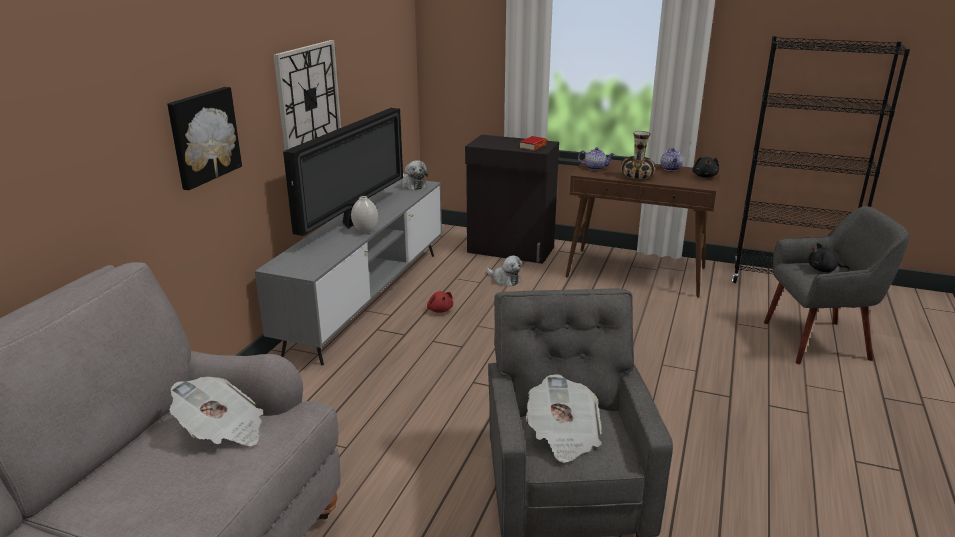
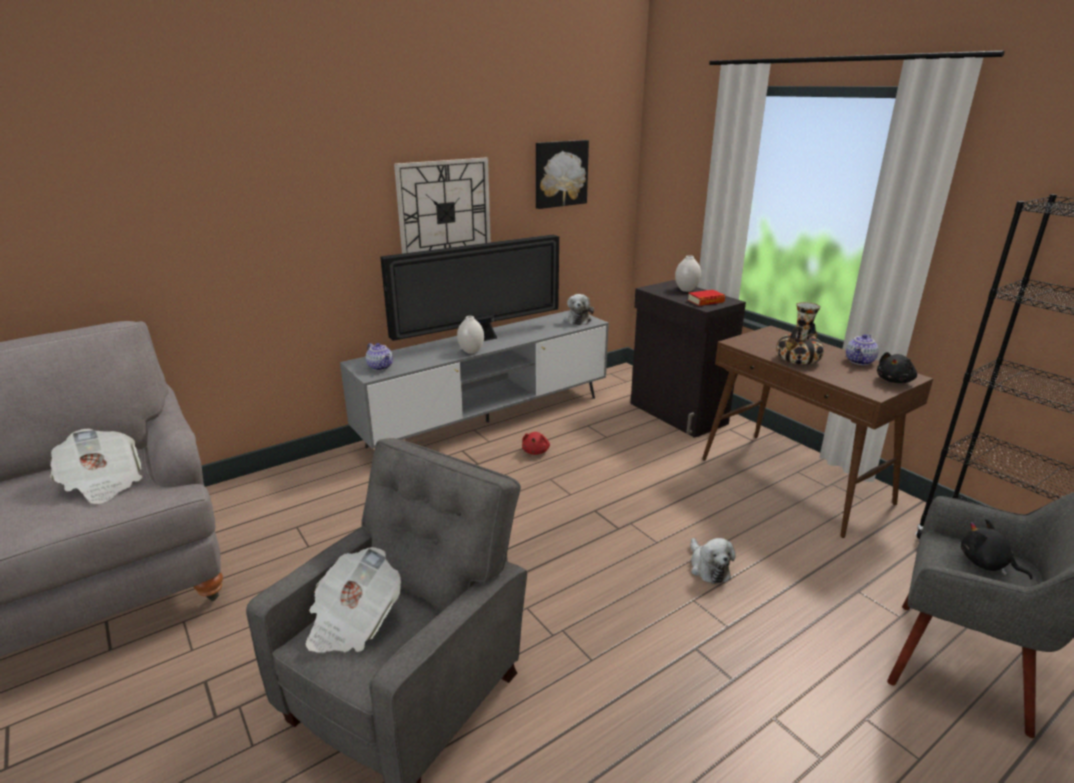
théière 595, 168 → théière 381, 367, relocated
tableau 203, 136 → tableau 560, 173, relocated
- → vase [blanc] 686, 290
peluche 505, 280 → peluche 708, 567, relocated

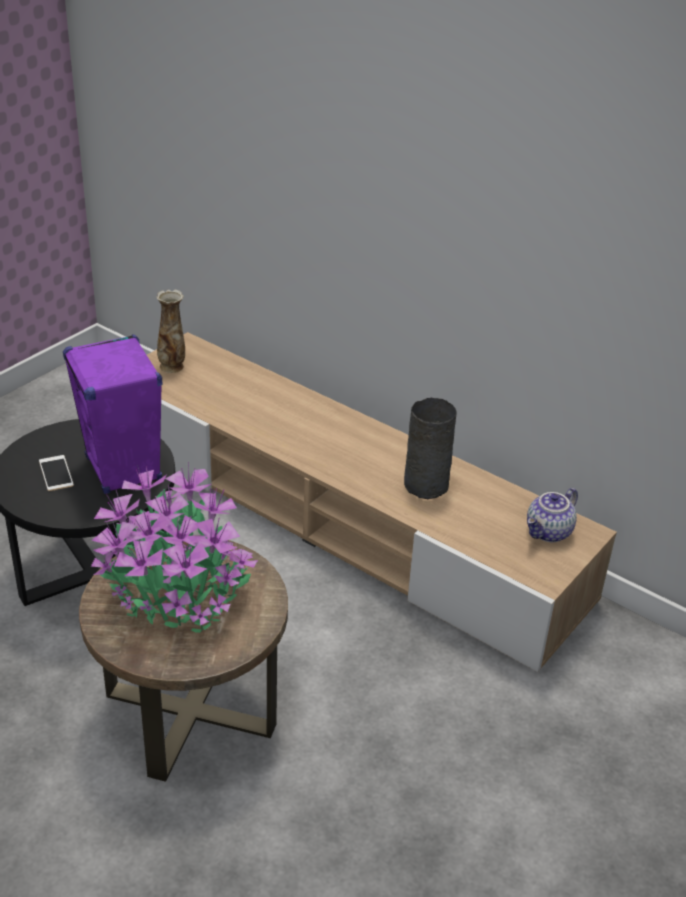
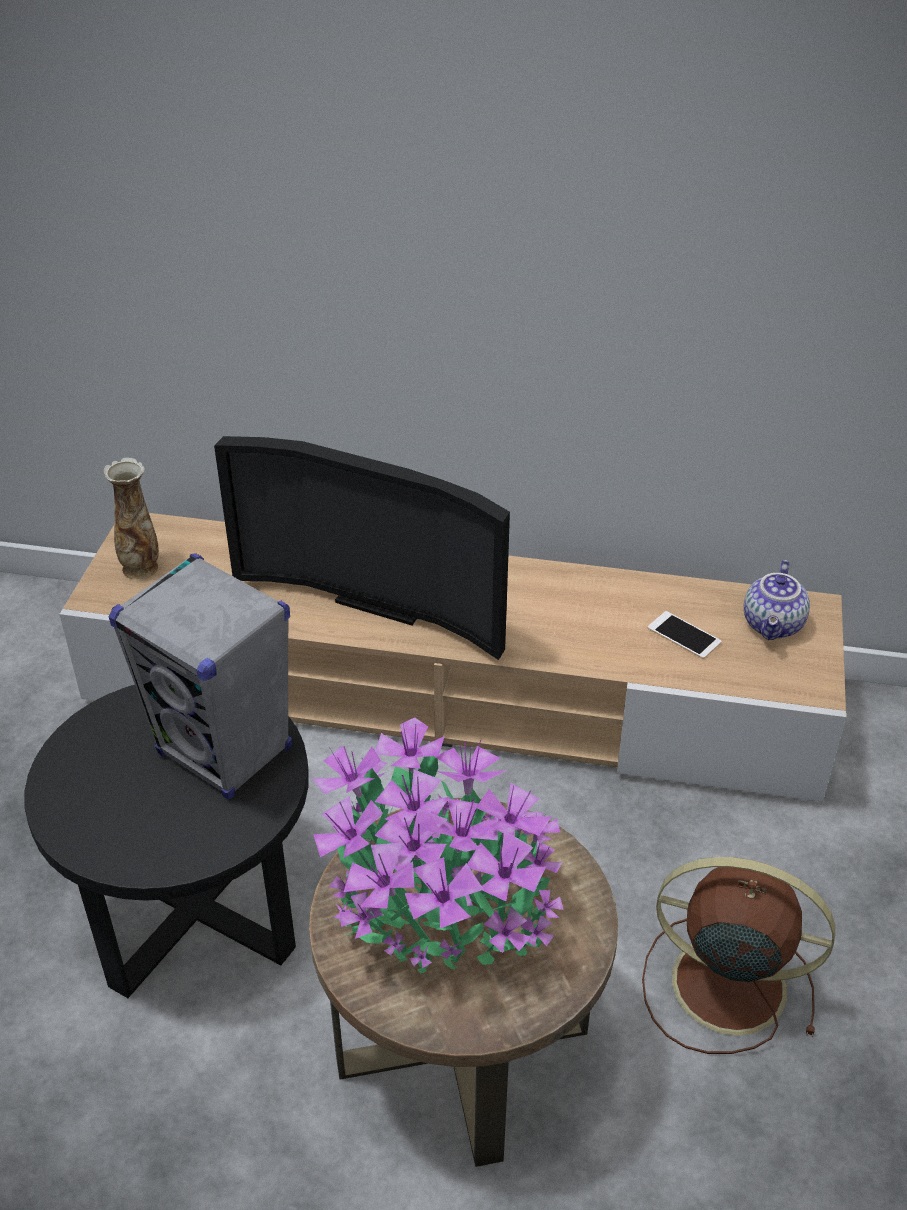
enceinte [violet] 123, 470 → enceinte [gris] 225, 752
- → téléviseur 382, 598
- → ventilateur [marron] 723, 983
téléphone 56, 473 → téléphone 684, 635, relocated
vase [gris] 427, 484 → -

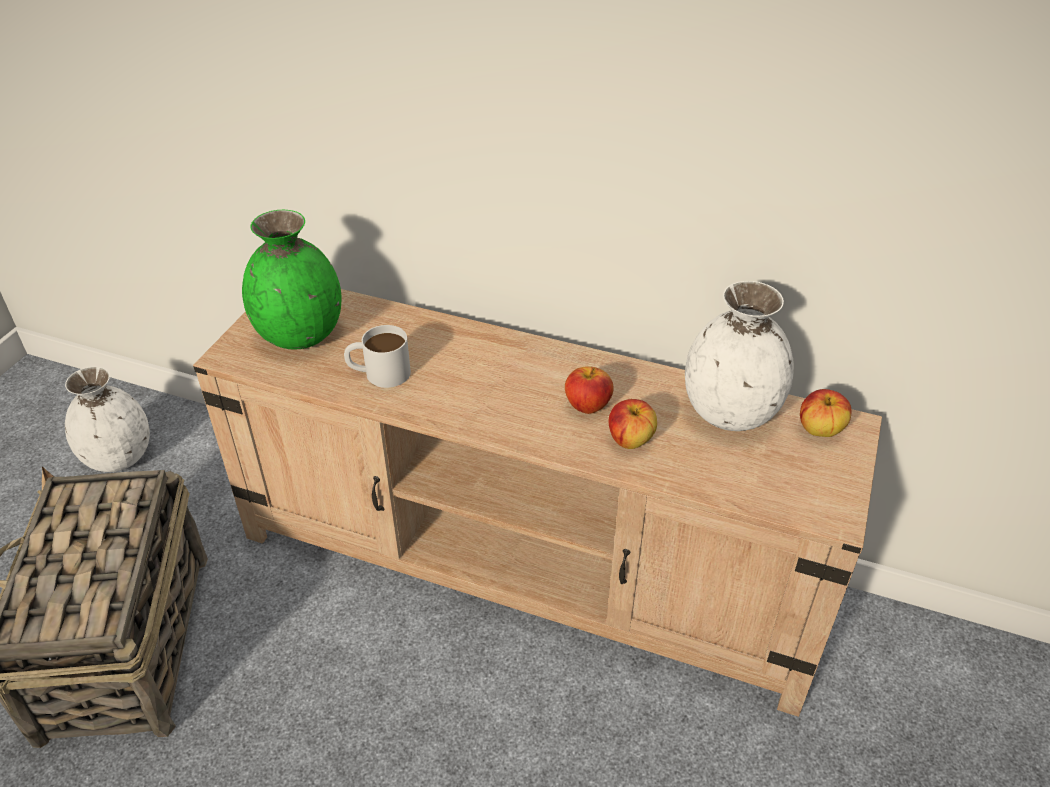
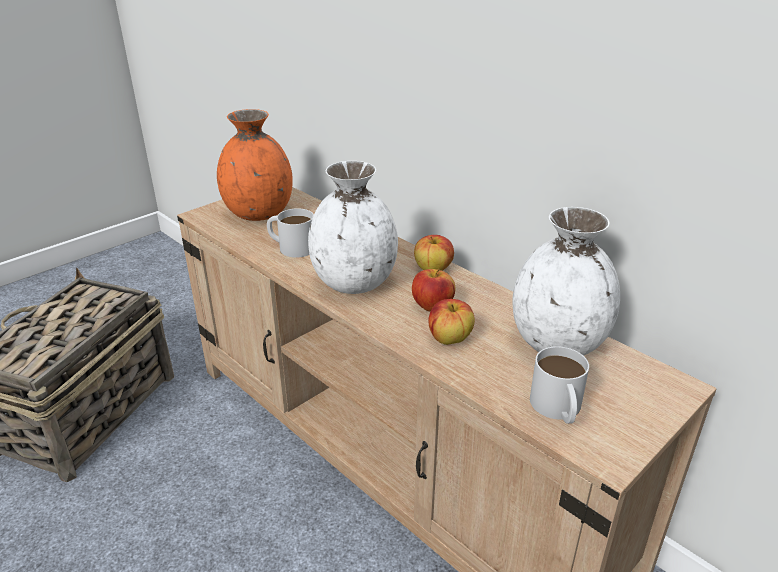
vase [vert] 300, 334 → vase [orange] 259, 213
vase [blanc] 120, 457 → vase [blanc] 355, 283, relocated
pomme 820, 429 → pomme 433, 269, relocated
- → mug [blanc] 558, 409

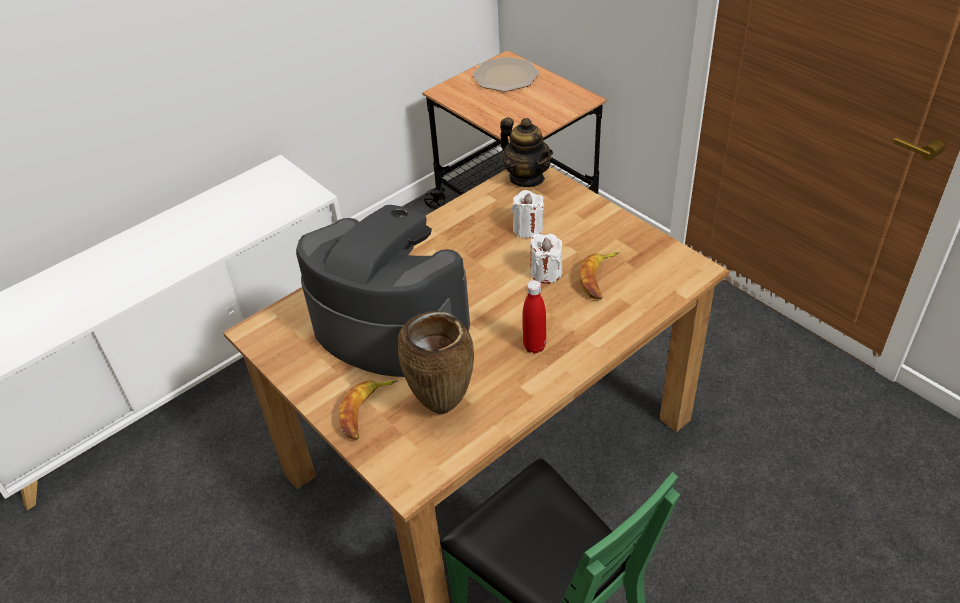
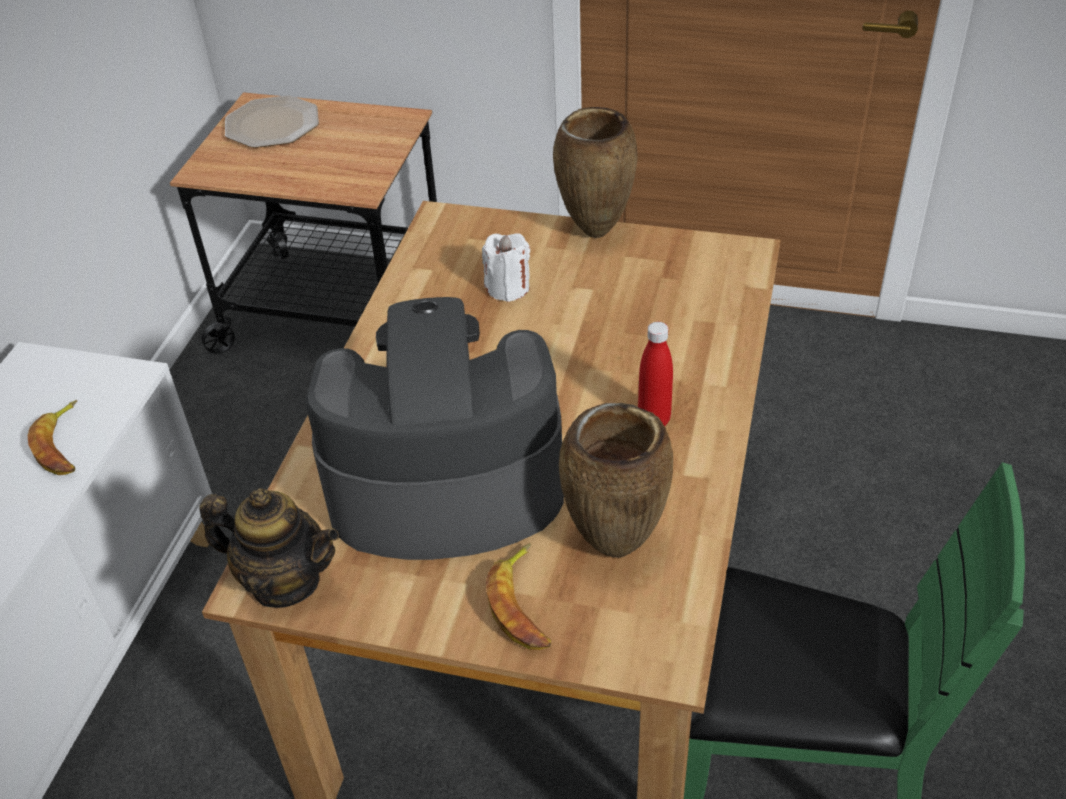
banane 599, 278 → banane 62, 445, relocated
théière 527, 178 → théière 285, 581, relocated
- → vase [marron] 594, 232
bougie [blanc] 546, 273 → -

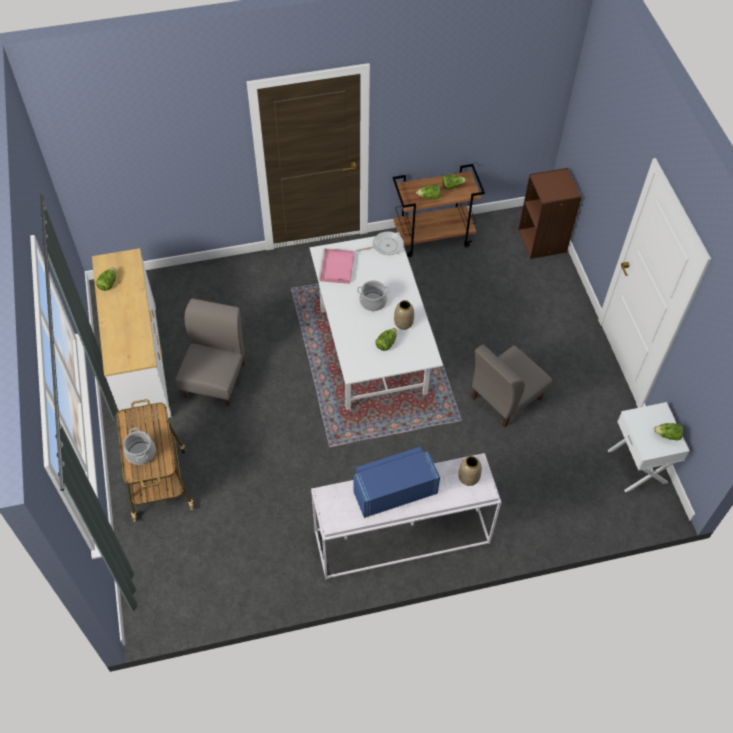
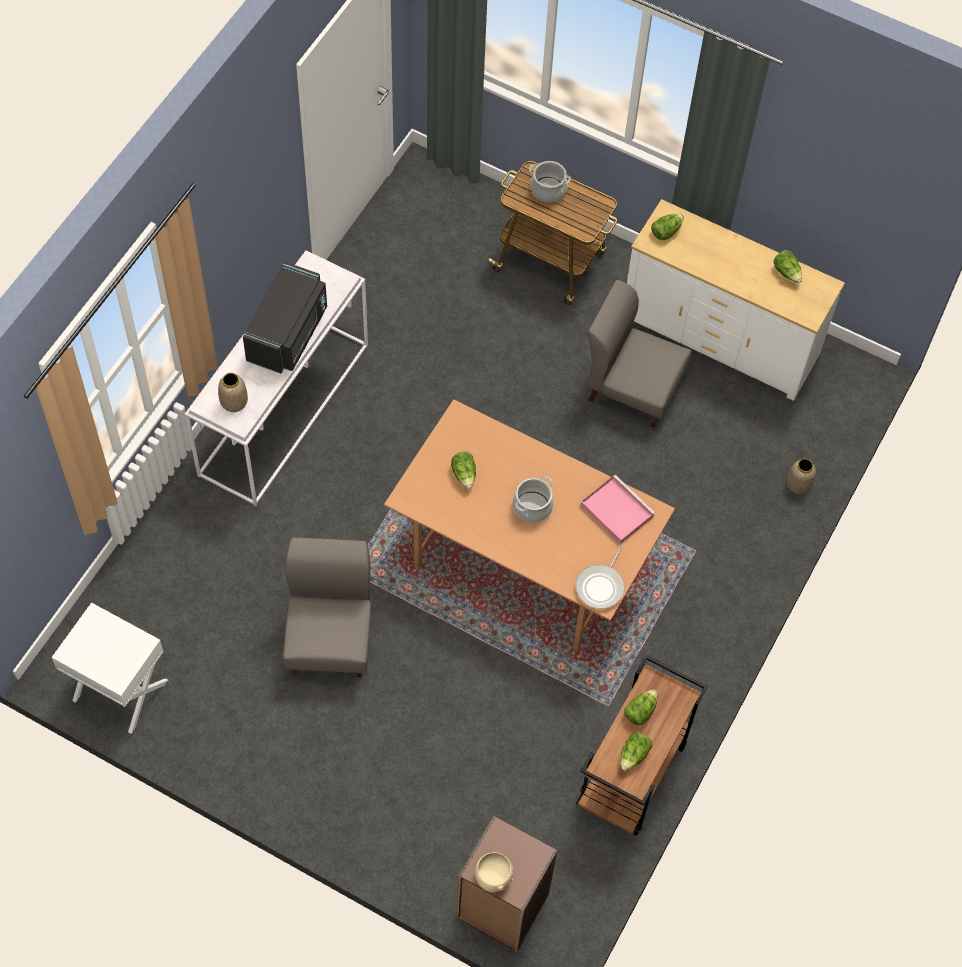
micro-ondes [bleu] 394, 490 → micro-ondes [noir] 289, 333
table à manger [blanc] 371, 351 → table à manger [marron] 525, 561
- → bol [beige] 493, 876
chaise [gris] 215, 379 → chaise [gris] 632, 388, 150 degrees clockwise
laitue 667, 435 → laitue 666, 231, relocated
vase 403, 323 → vase 798, 485, relocated

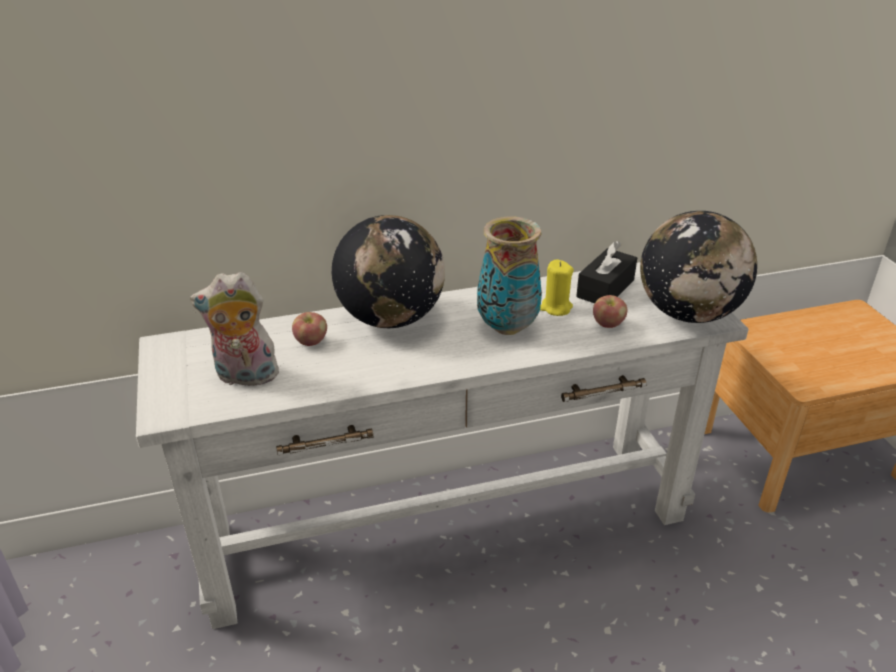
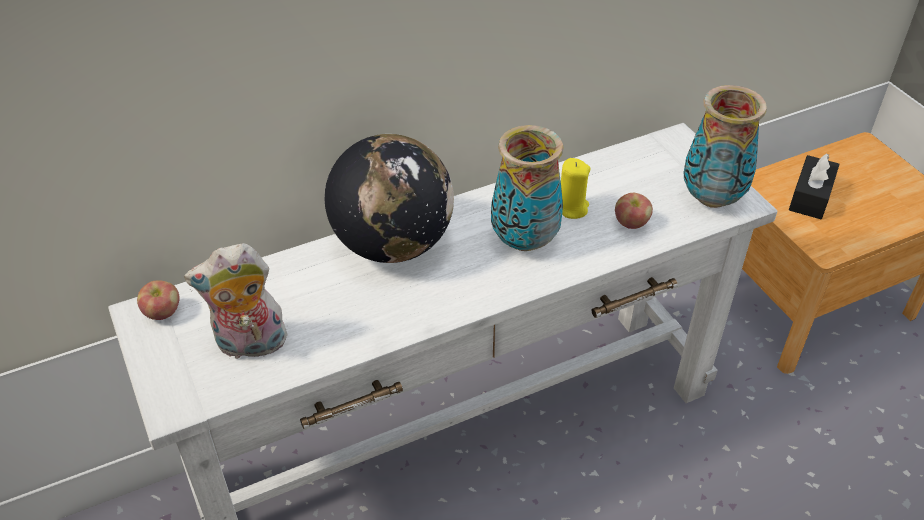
pomme 311, 342 → pomme 162, 313, relocated
globe 688, 314 → vase 712, 199
boîte à mouchoirs [noir] 605, 289 → boîte à mouchoirs [noir] 810, 197, relocated

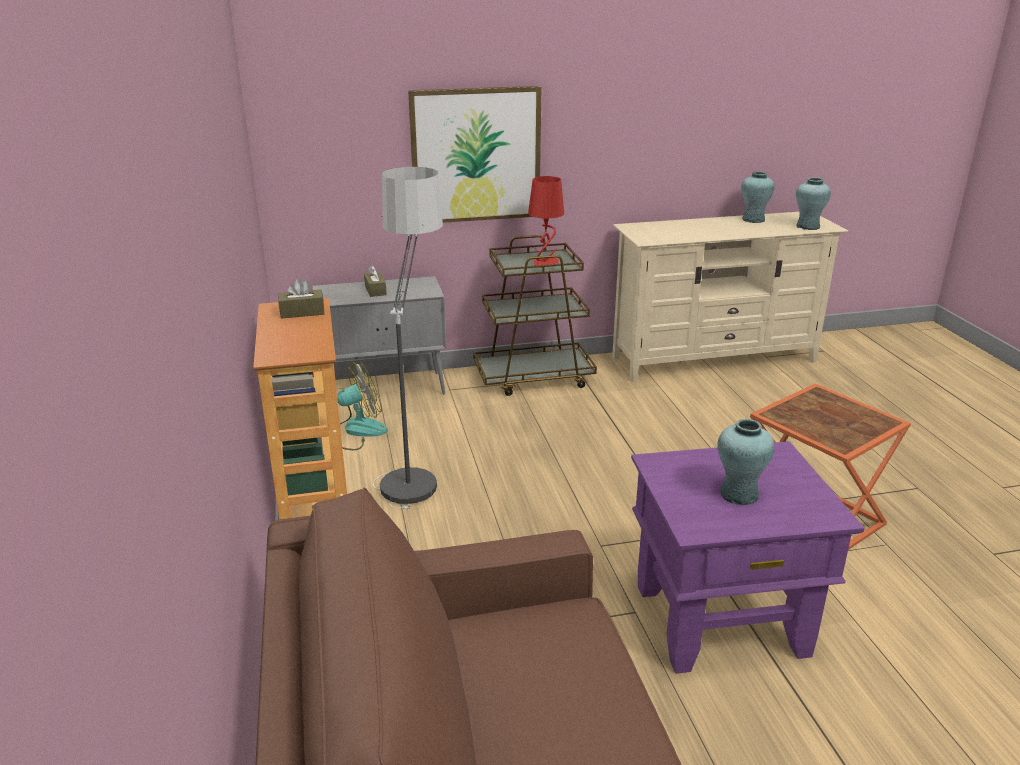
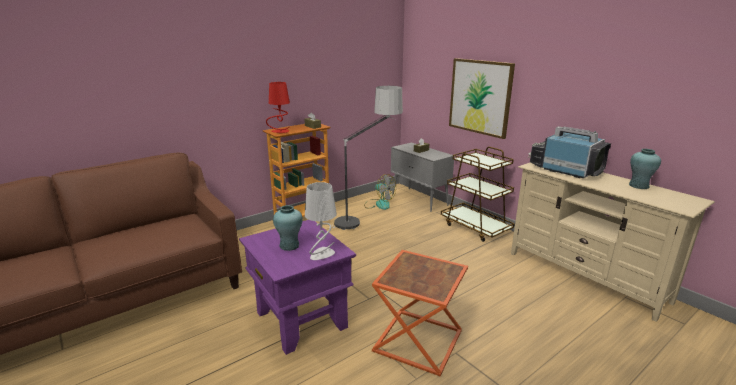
lampe de table [rouge] 545, 263 → lampe de table [rouge] 280, 132, relocated
- → lampe de table [gris] 322, 255
- → téléviseur 565, 170
vase [turquoise] 808, 226 → -

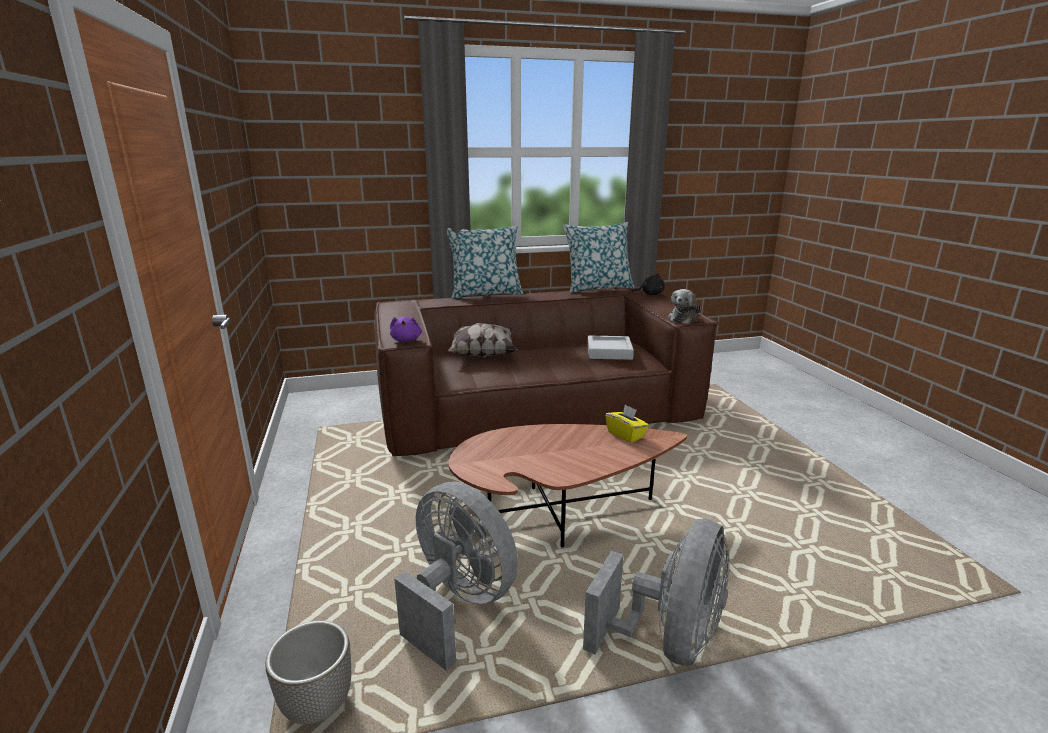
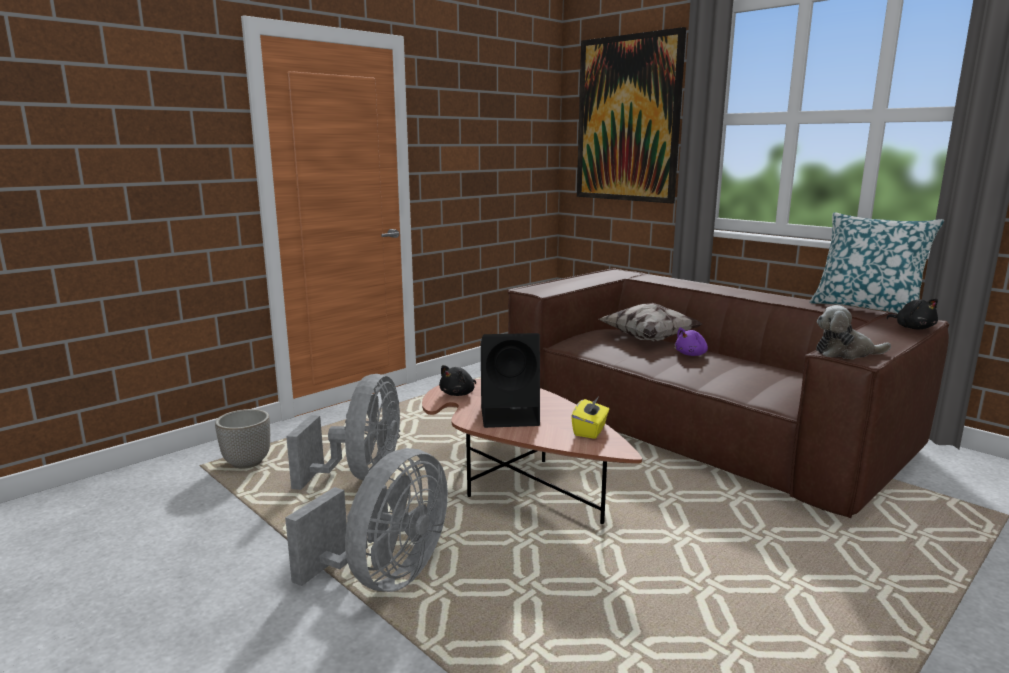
ventilateur [gris] 668, 640 → ventilateur [gris] 385, 576, 60 degrees counterclockwise
- → peluche [noir] 458, 394
- → enceinte [noir] 511, 415
- → tableau 627, 119
peluche [violet] 406, 340 → peluche [violet] 692, 354, relocated
coussin 485, 294 → -
plateau [gris] 609, 352 → -

